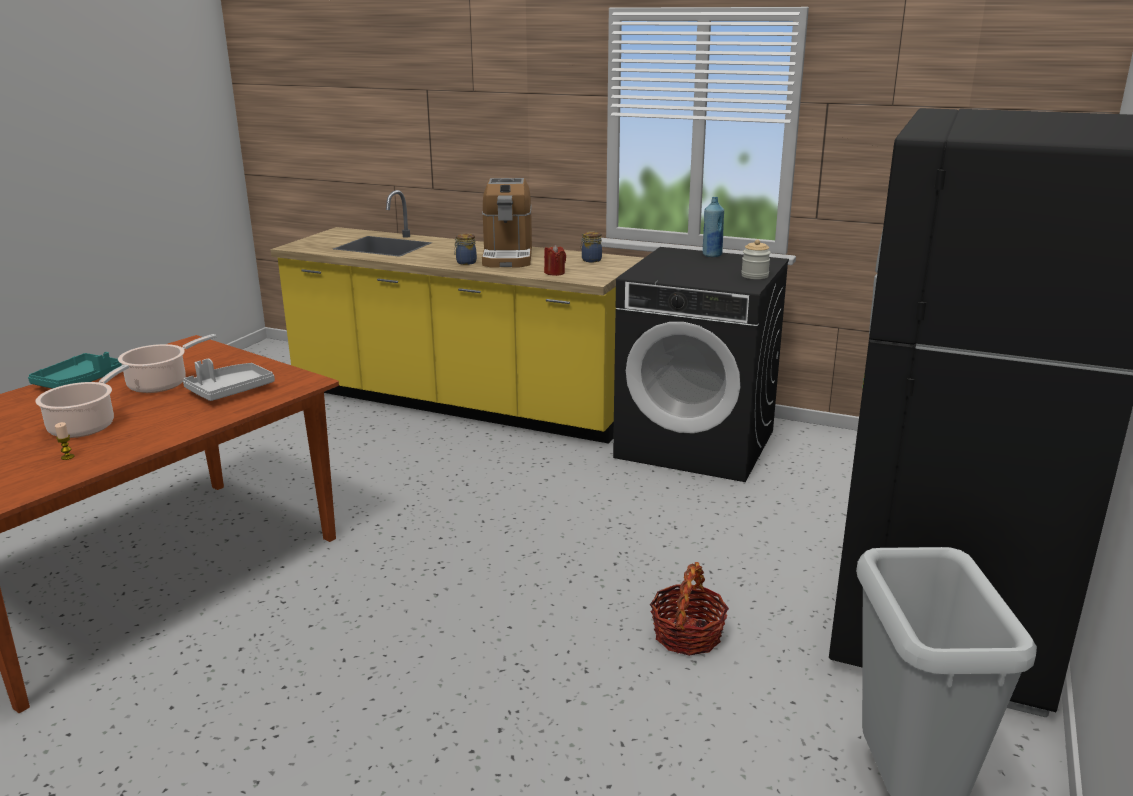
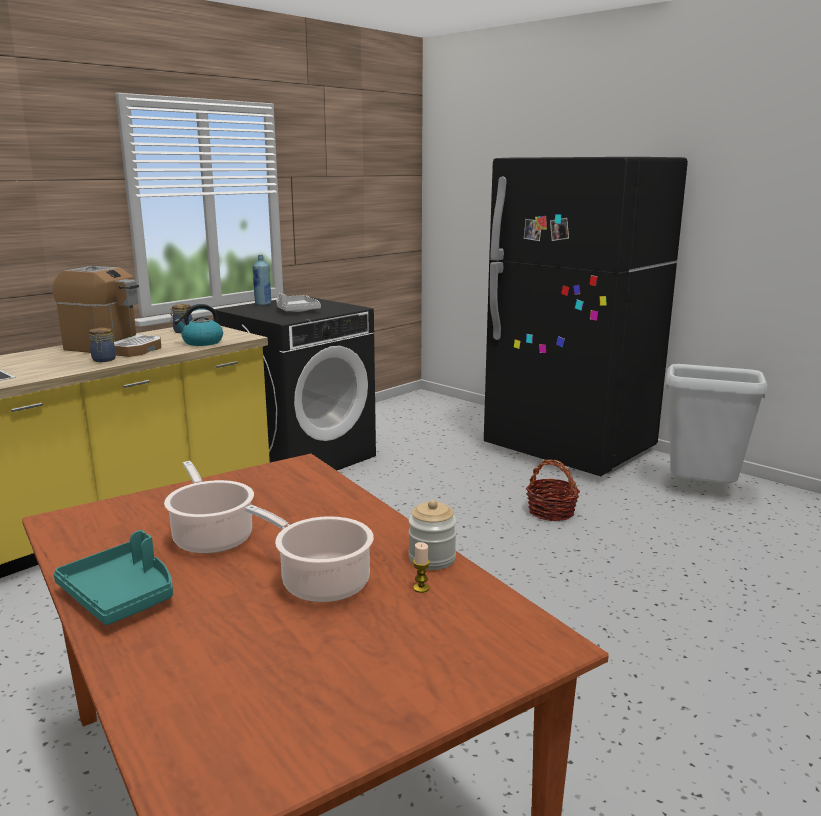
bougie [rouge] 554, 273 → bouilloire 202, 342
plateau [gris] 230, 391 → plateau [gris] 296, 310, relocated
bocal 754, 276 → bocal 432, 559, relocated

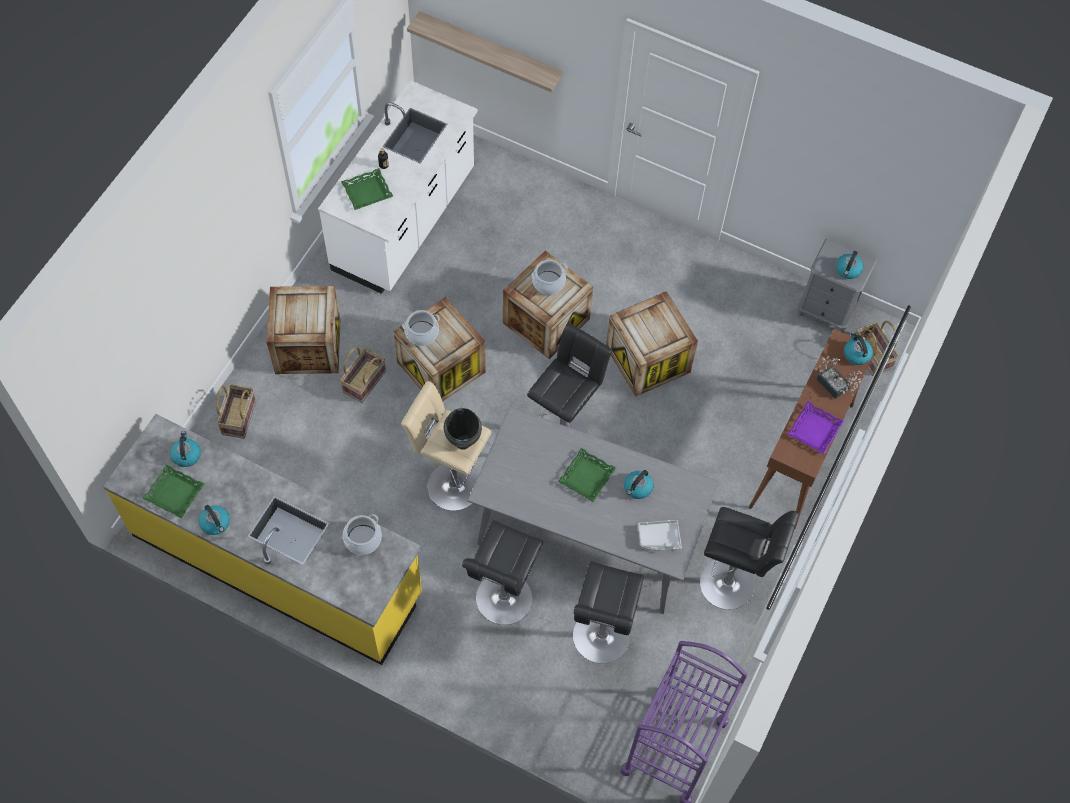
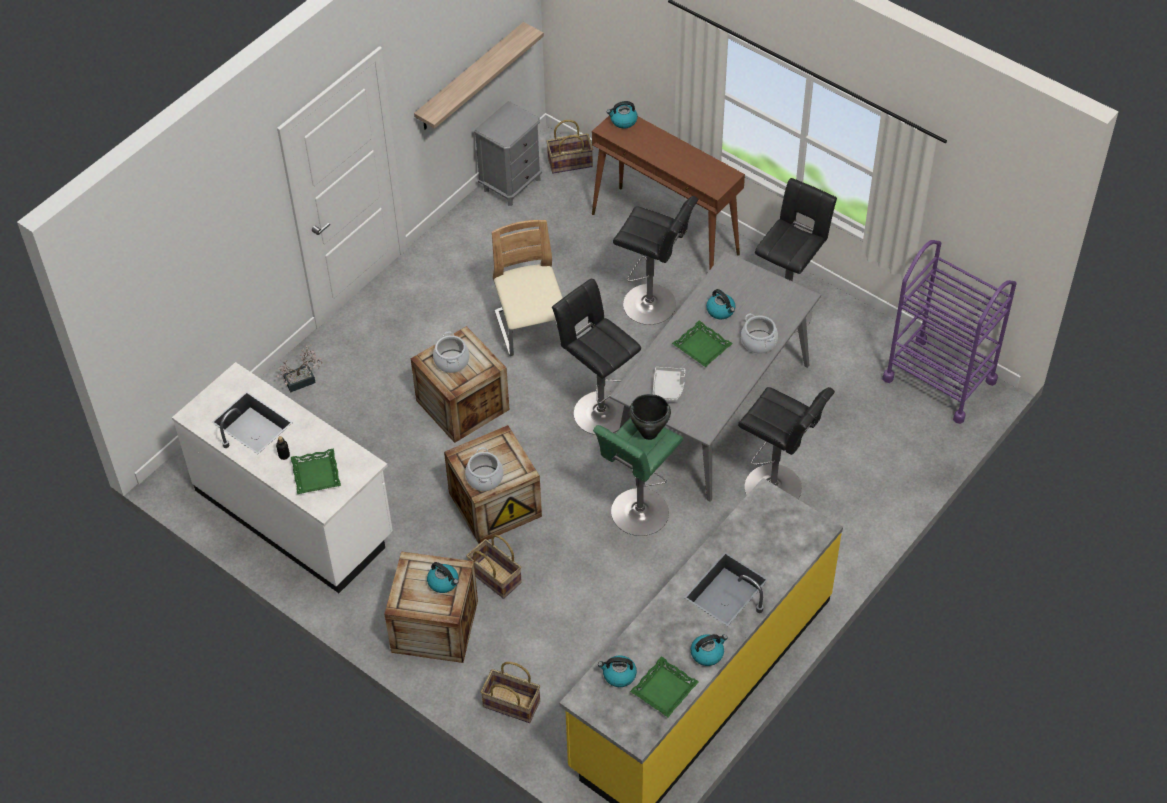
plante en pot 834, 387 → plante en pot 303, 380, relocated
étagère 490, 50 → étagère 470, 78, relocated
bouilloire 848, 270 → bouilloire 444, 582, relocated
caisse 648, 359 → chaise [beige] 531, 329
tabouret [beige] 450, 484 → tabouret [vert] 637, 515
tabouret [noir] 600, 640 → tabouret [noir] 653, 305, relocated
plateau [gris] 659, 538 → plateau [gris] 668, 388, relocated
marmite 363, 539 → marmite 759, 342, relocated
plateau [violet] 815, 430 → -

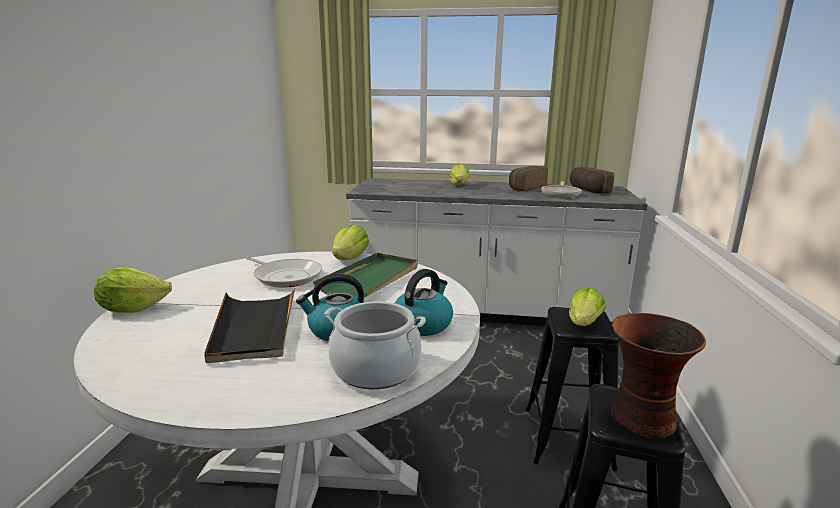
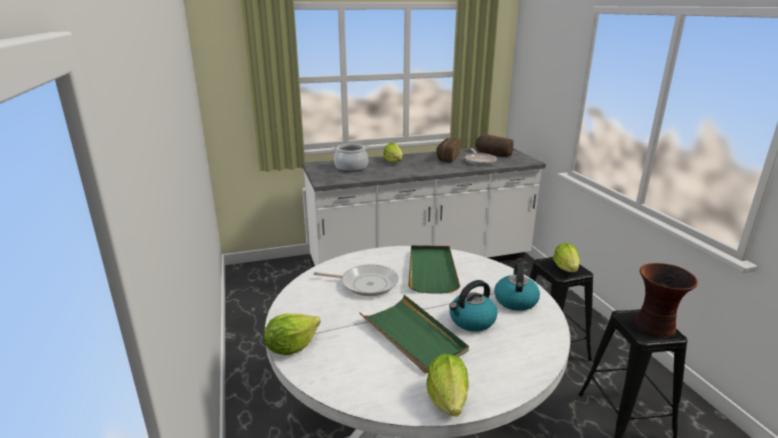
marmite 375, 369 → marmite 351, 168, relocated
plateau [noir] 254, 328 → plateau [vert] 413, 336
laitue 350, 258 → laitue 448, 399, relocated

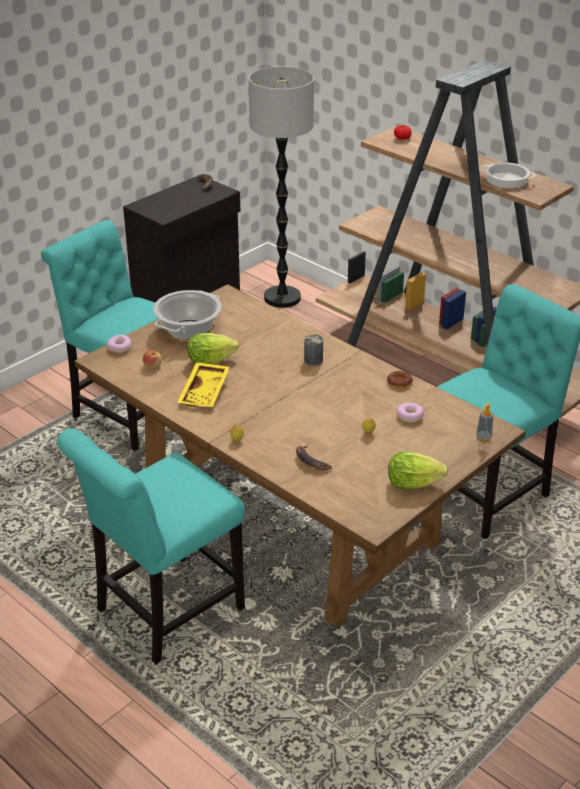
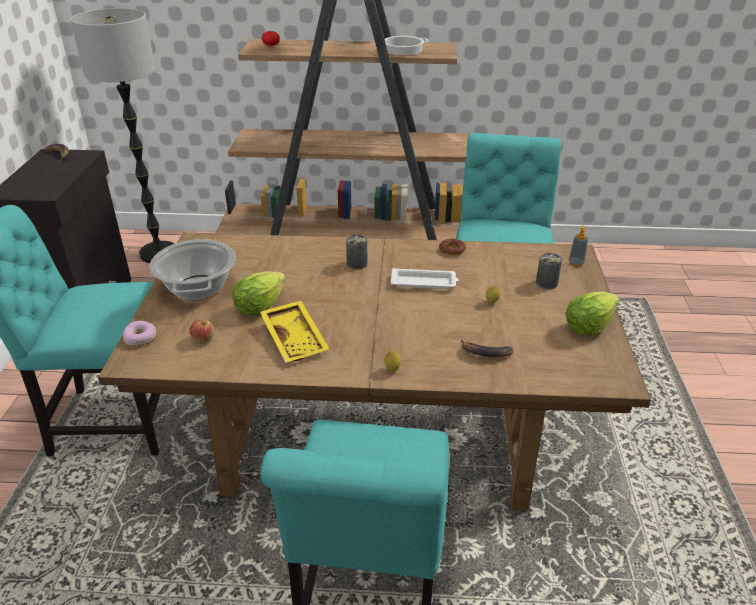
- → plateau [blanc] 424, 282
- → boîte métallique 546, 283
beignet 410, 416 → -

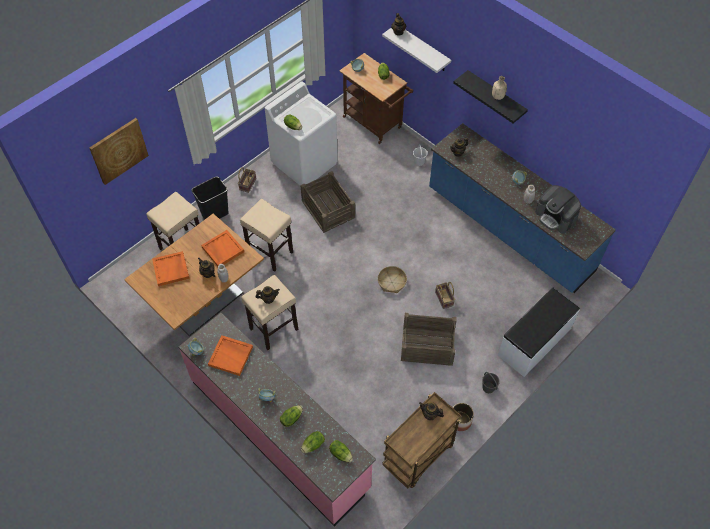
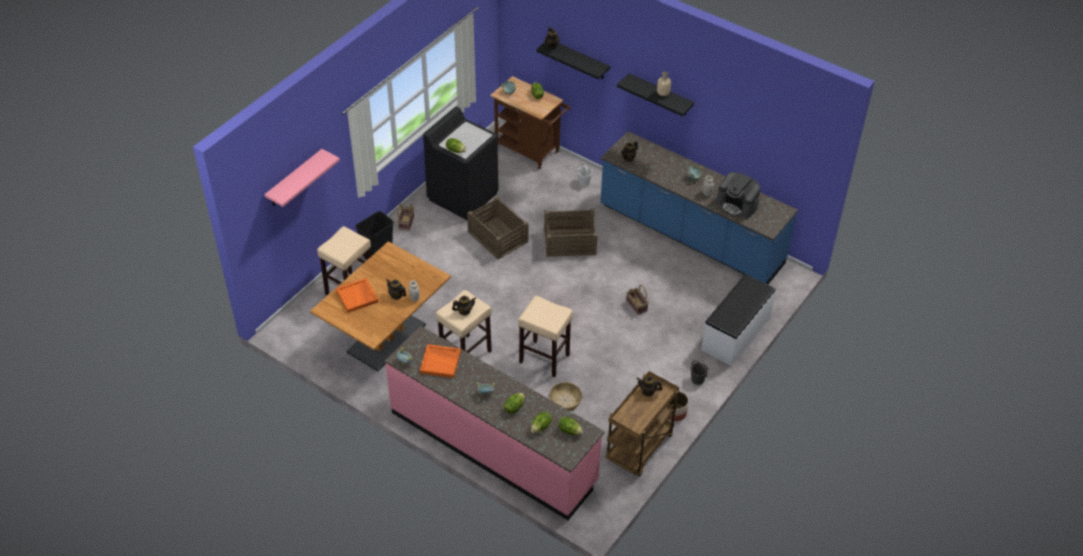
tableau 119, 150 → étagère [rose] 294, 179
lave-linge [blanc] 305, 163 → lave-linge [noir] 463, 196
tabouret [beige] 271, 253 → tabouret [beige] 545, 358, relocated
étagère [blanc] 422, 48 → étagère [noir] 578, 60
caisse 427, 346 → caisse 570, 242, relocated
panier 391, 282 → panier 565, 400, relocated
plateau [orange] 222, 249 → -

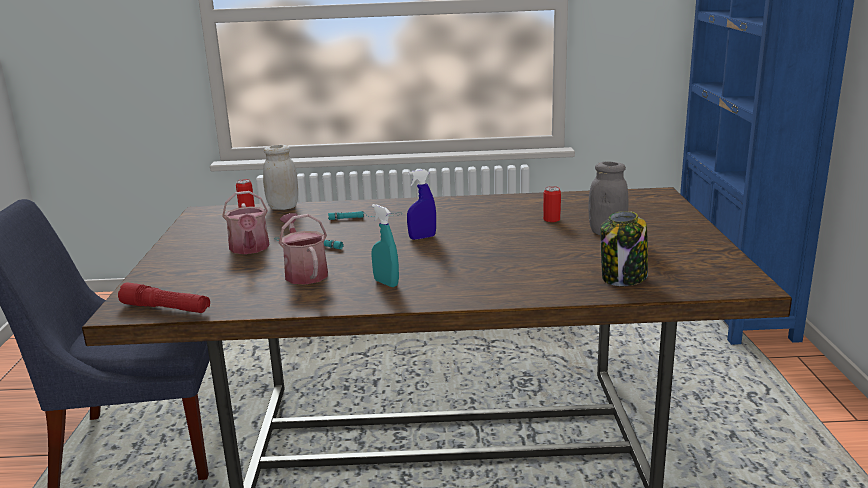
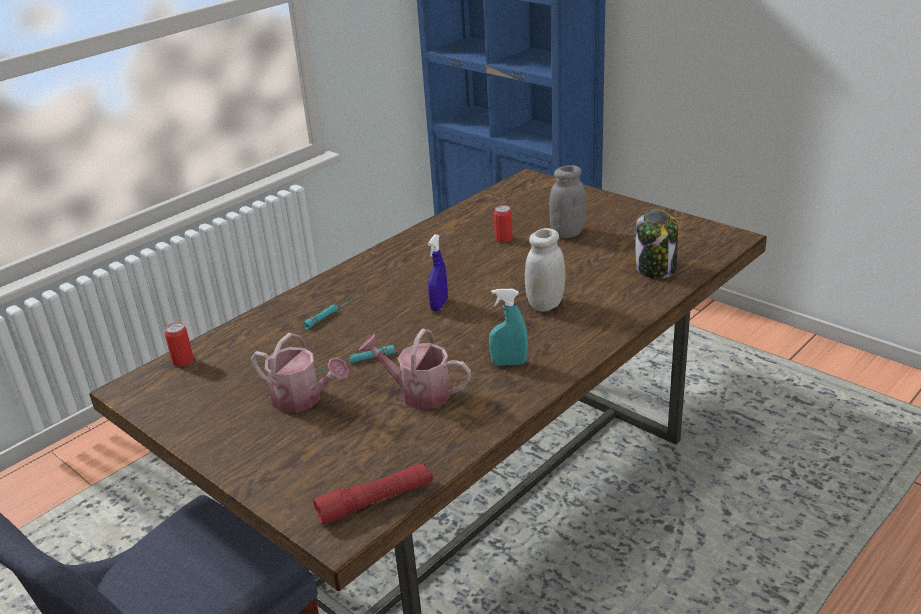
bocal [blanc] 283, 207 → bocal [blanc] 545, 304, relocated

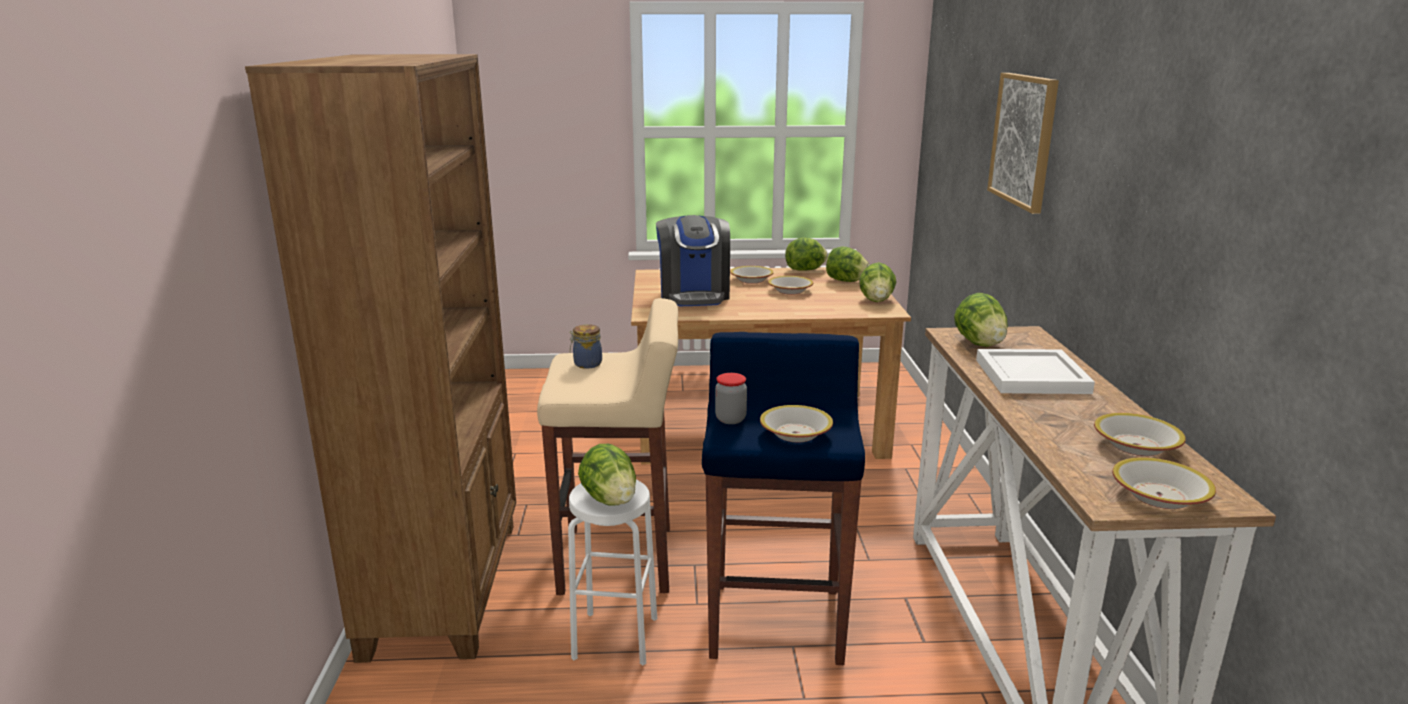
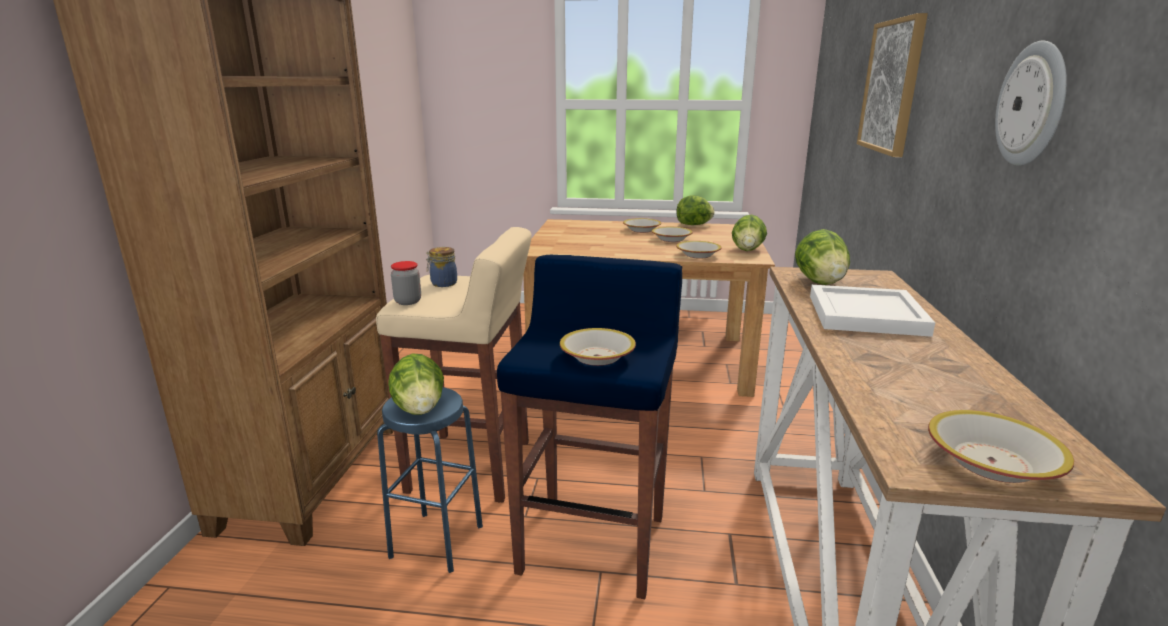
tabouret [blanc] 615, 637 → tabouret [bleu] 436, 541
bocal 730, 419 → bocal 408, 301, relocated
bol 1135, 446 → bol 697, 255, relocated
- → horloge murale 1032, 105
machine à café 694, 295 → -
laitue 846, 281 → -

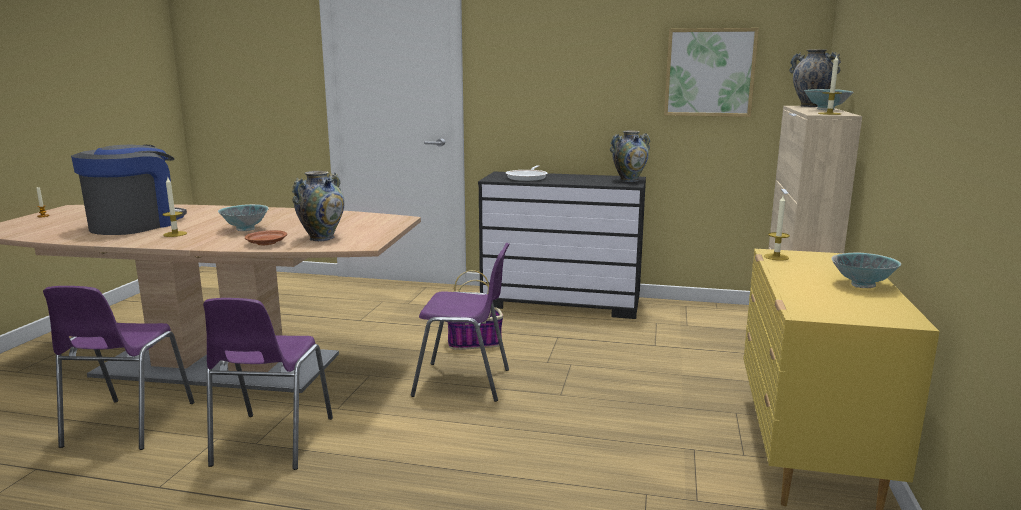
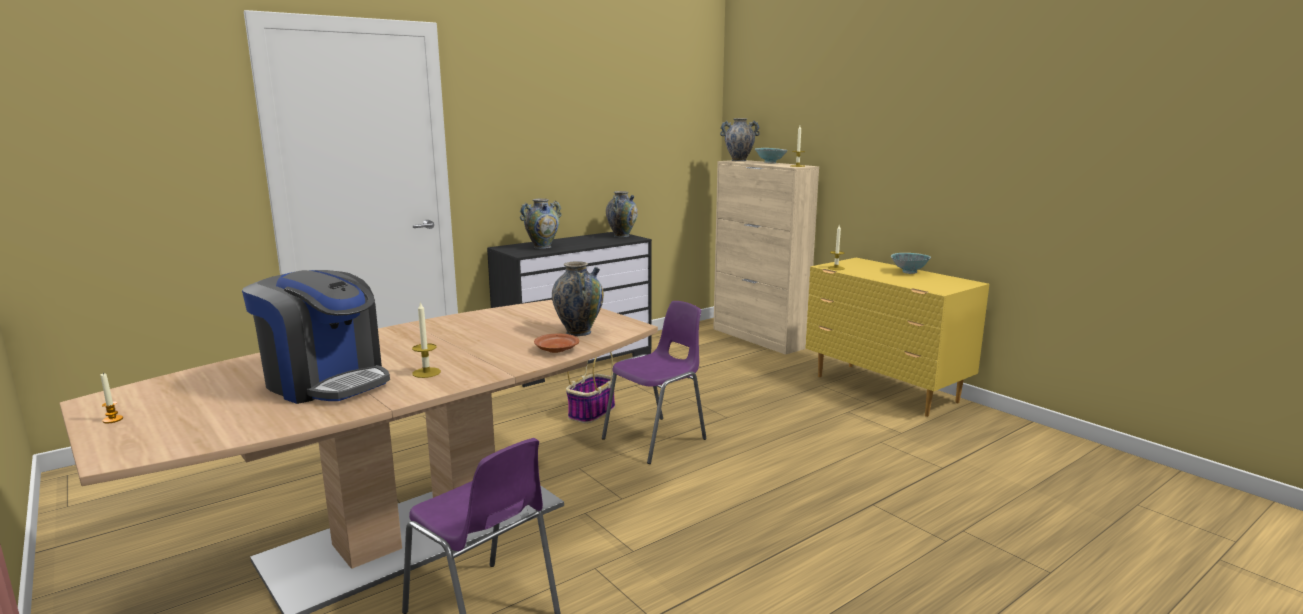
machine à café 135, 225 → machine à café 326, 382, 150 degrees clockwise
poêle 527, 177 → vase 542, 247
chaise [violet] 270, 443 → -
bol 245, 229 → -
tableau 709, 72 → -

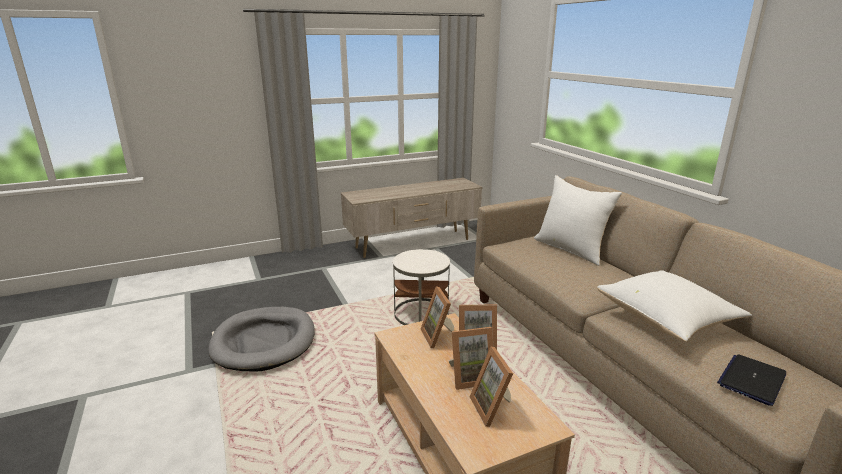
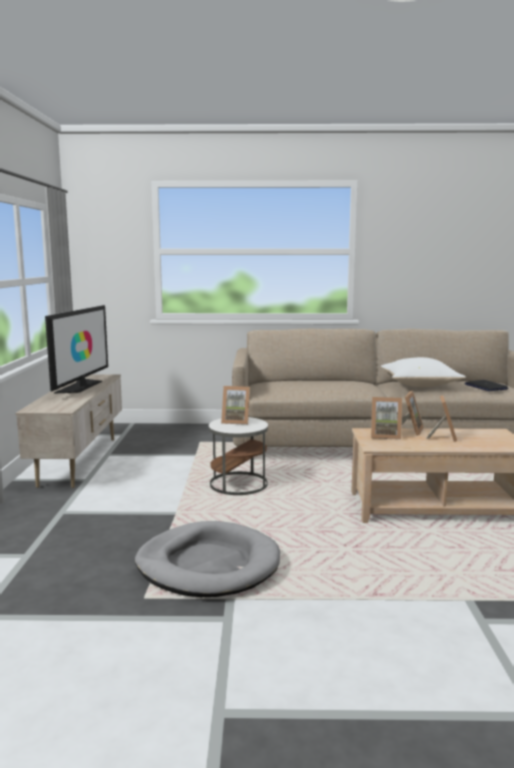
- → téléviseur 81, 386
cadre photo 494, 408 → cadre photo 236, 421, relocated
coussin [blanc] 571, 249 → -

